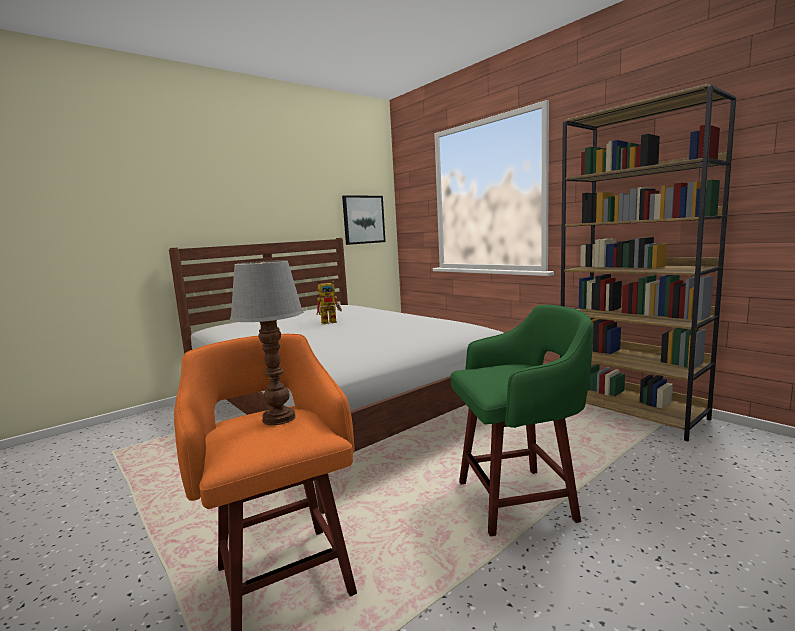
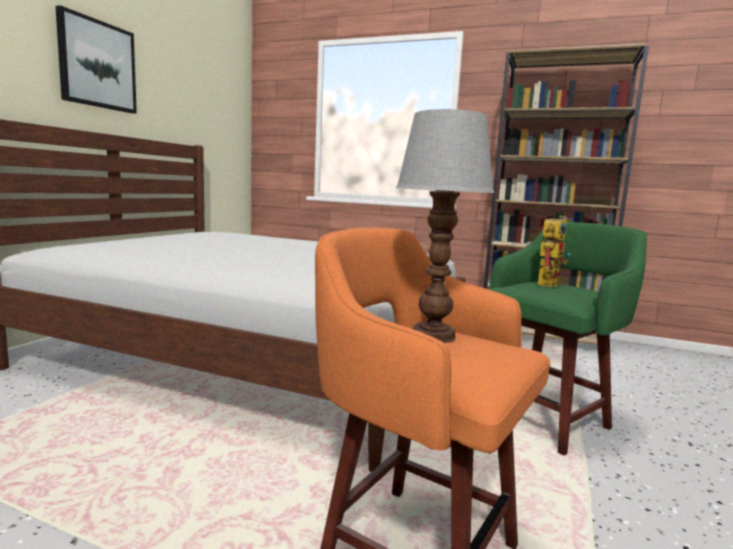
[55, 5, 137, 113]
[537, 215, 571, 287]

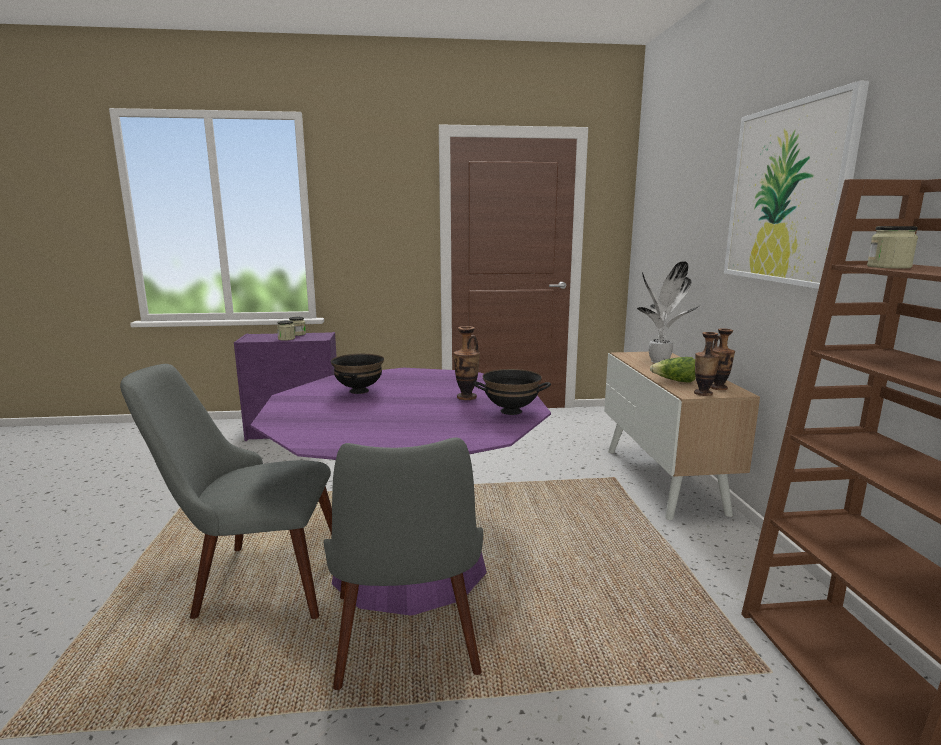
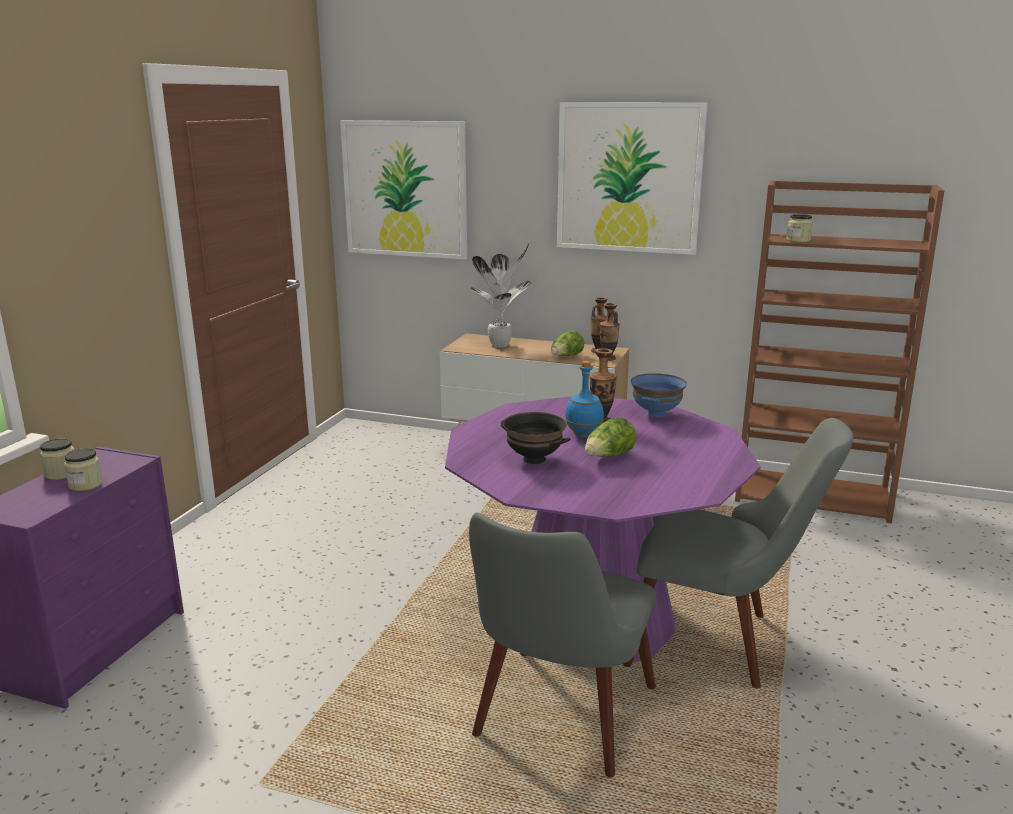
[631, 373, 687, 418]
[340, 120, 467, 259]
[565, 361, 604, 438]
[585, 417, 636, 457]

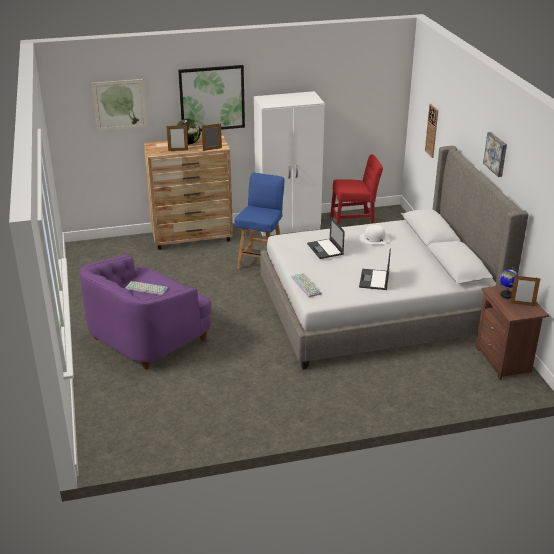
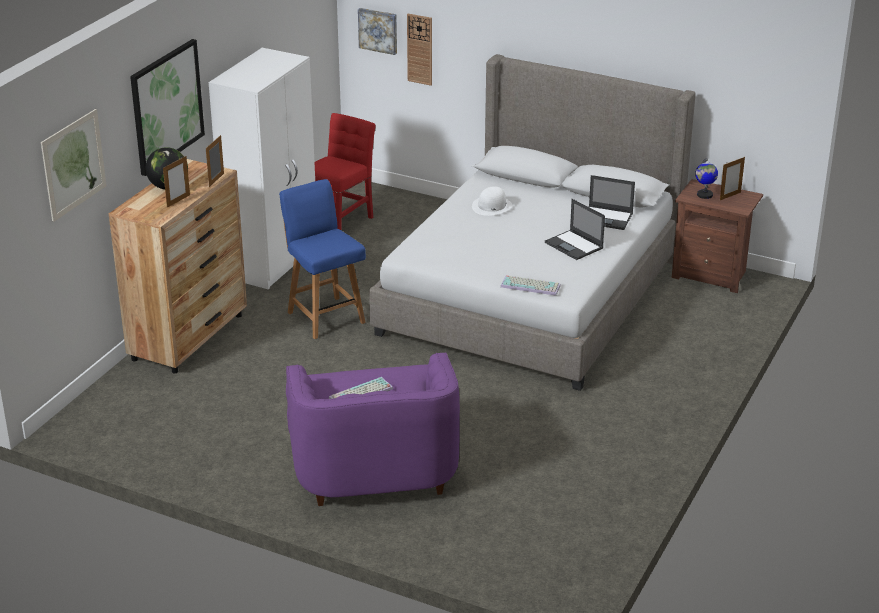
[358, 8, 397, 55]
[589, 175, 635, 230]

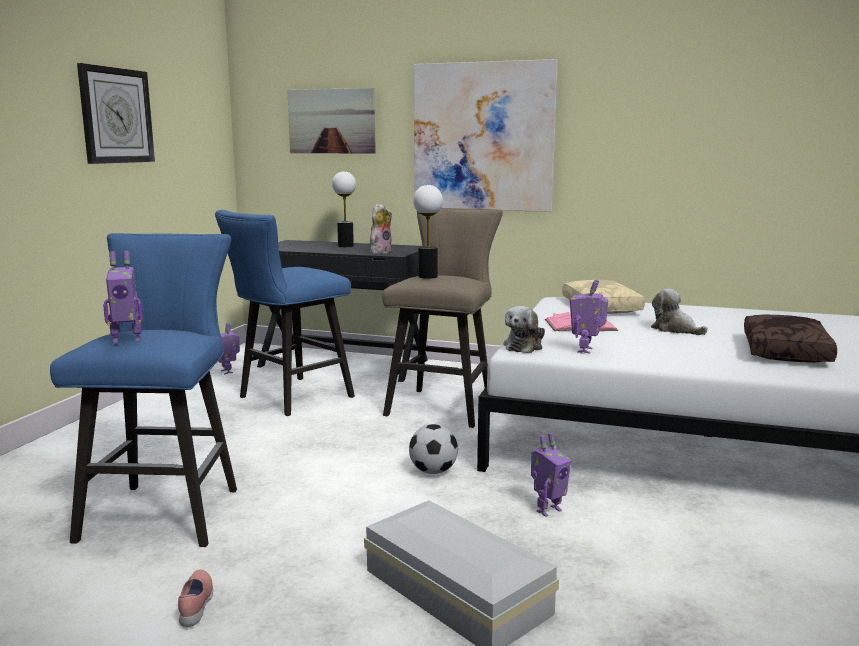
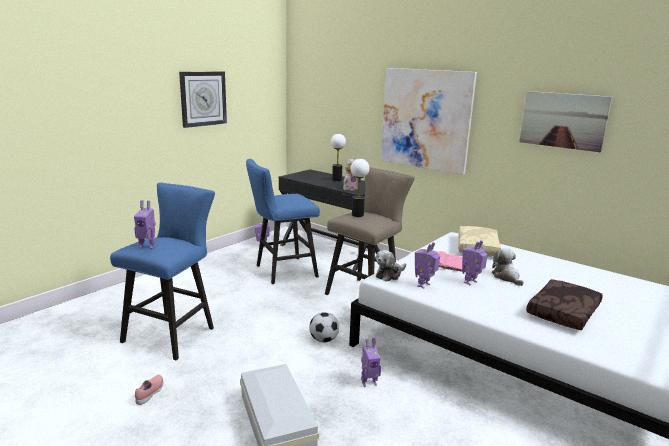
[519, 91, 612, 152]
[462, 240, 488, 285]

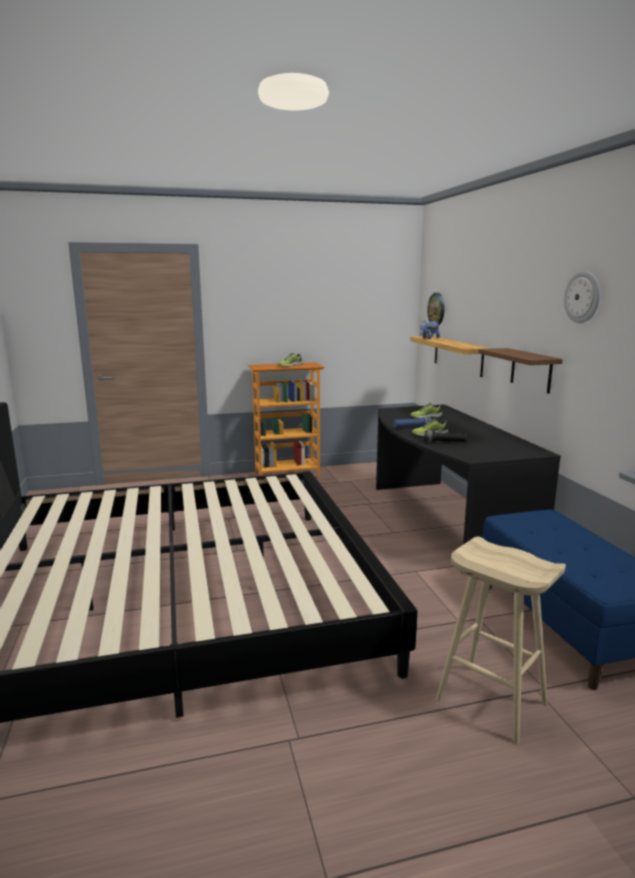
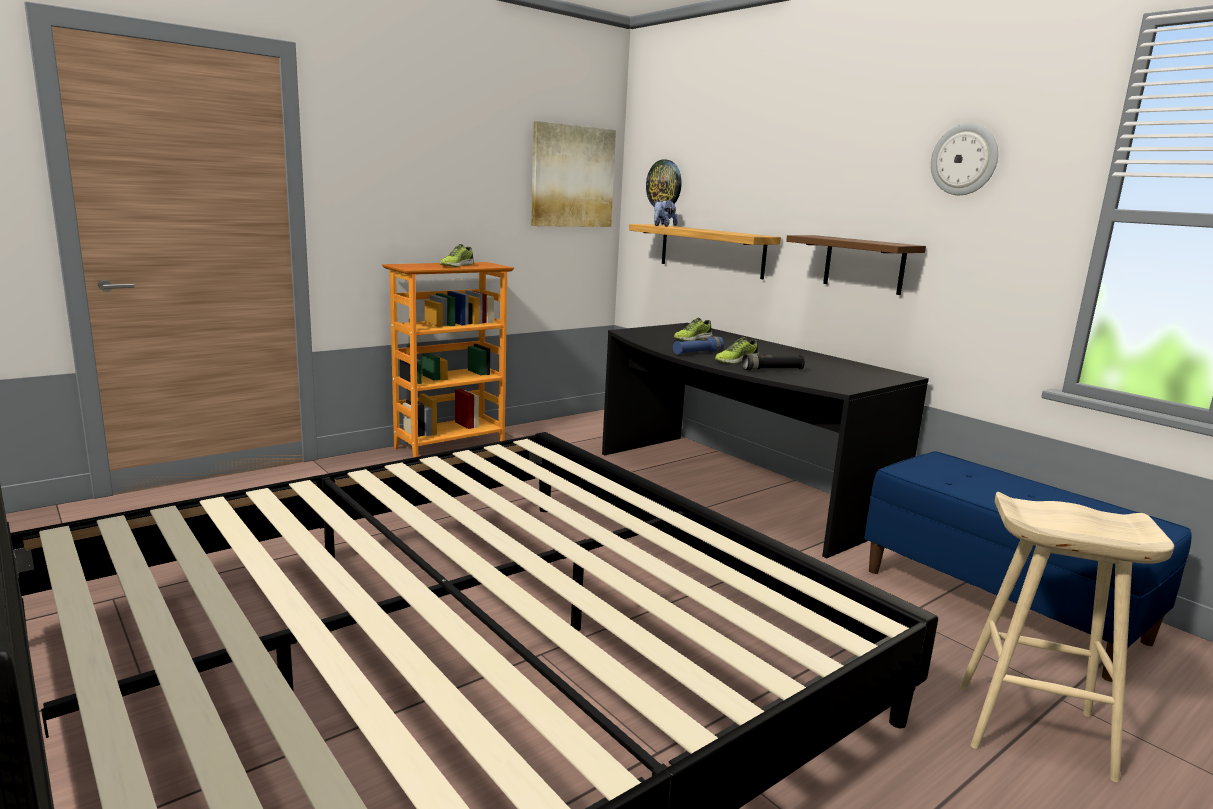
[531, 121, 616, 227]

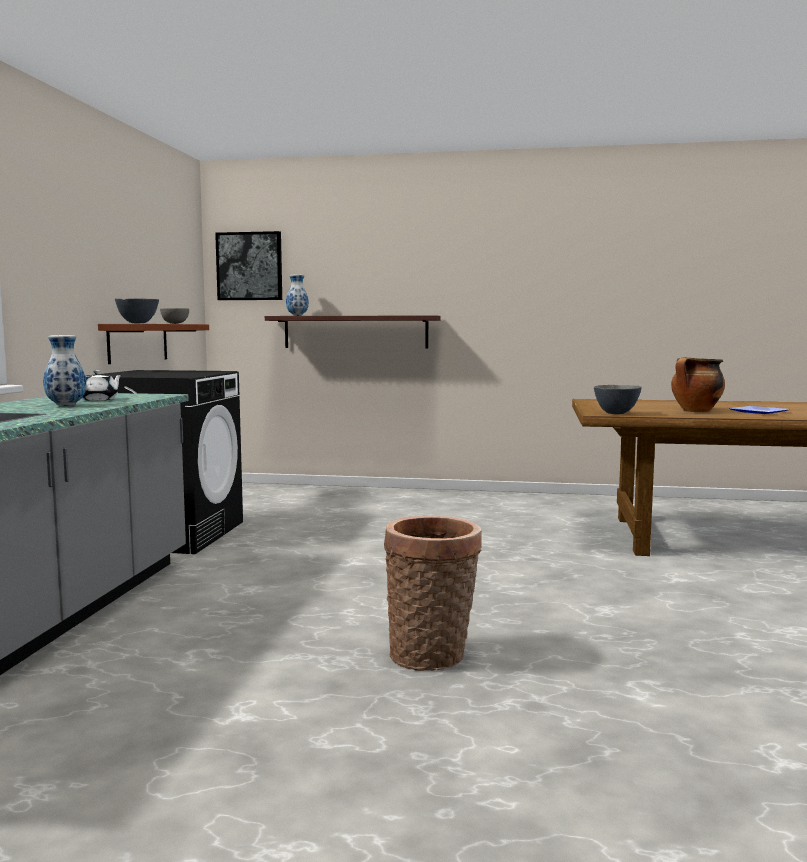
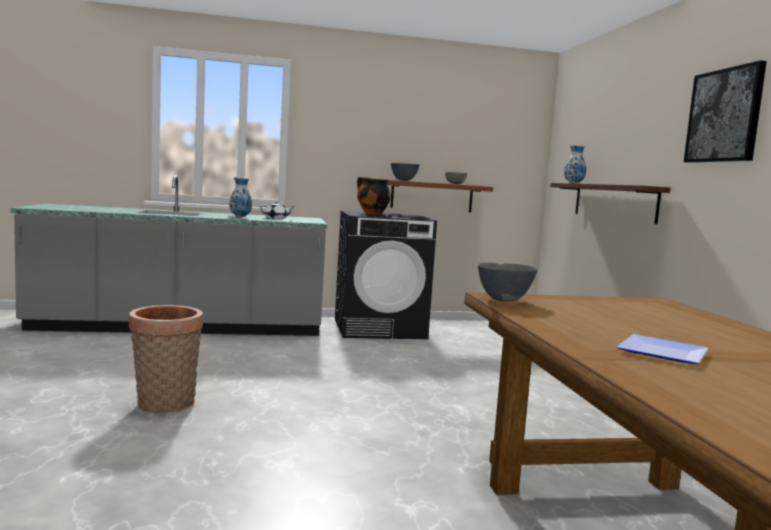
[684, 60, 767, 163]
[357, 177, 391, 215]

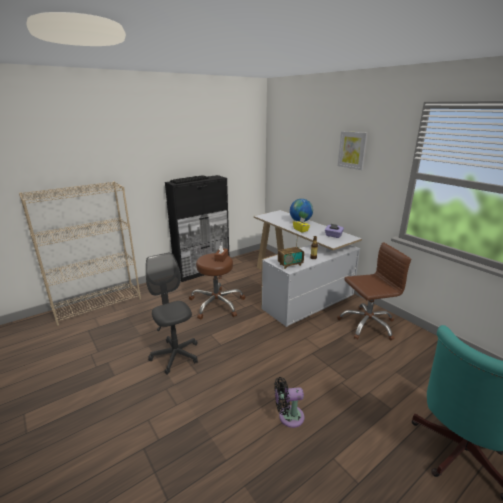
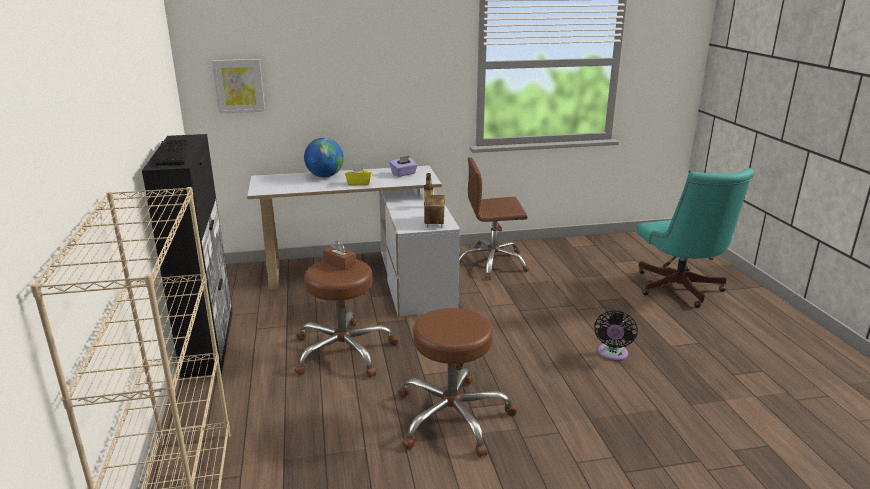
[212, 59, 265, 114]
[459, 157, 530, 279]
[398, 308, 517, 457]

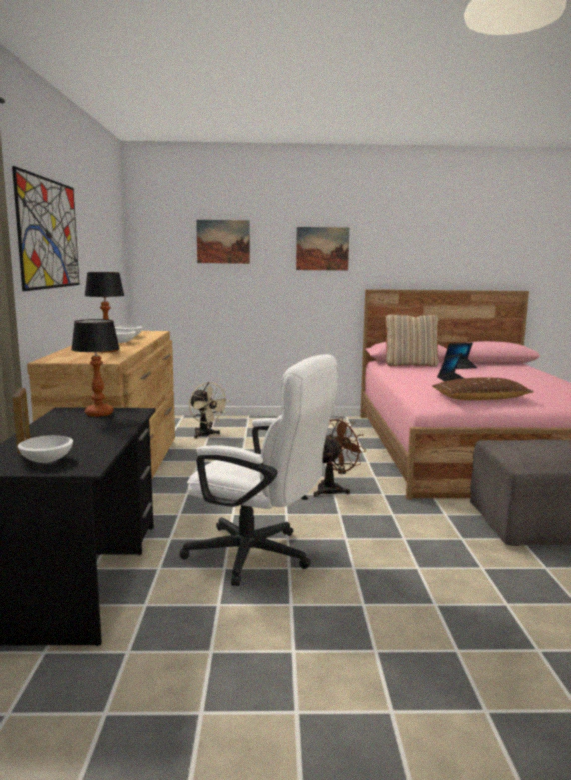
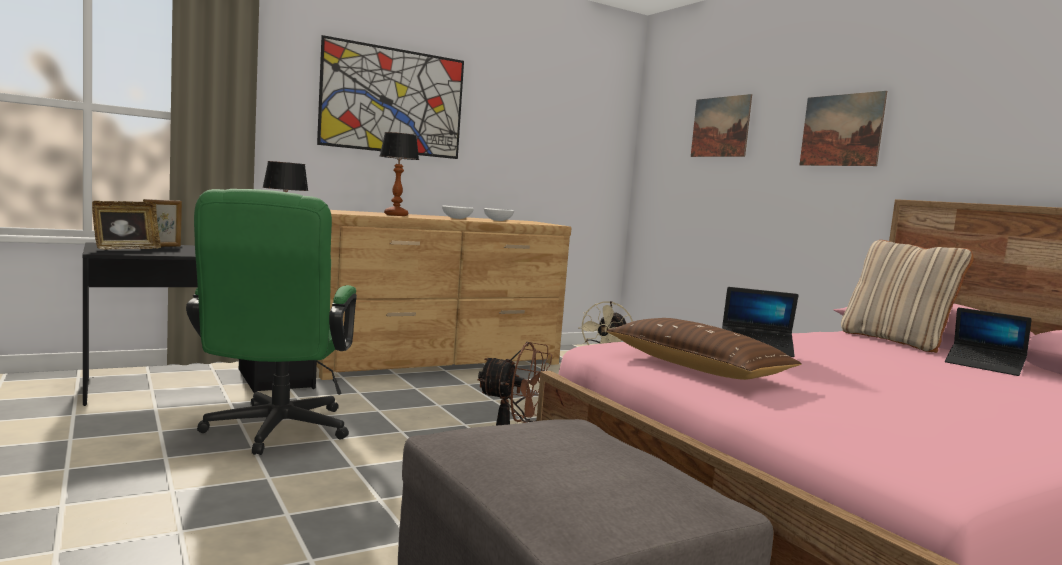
[186, 189, 357, 455]
[92, 201, 161, 249]

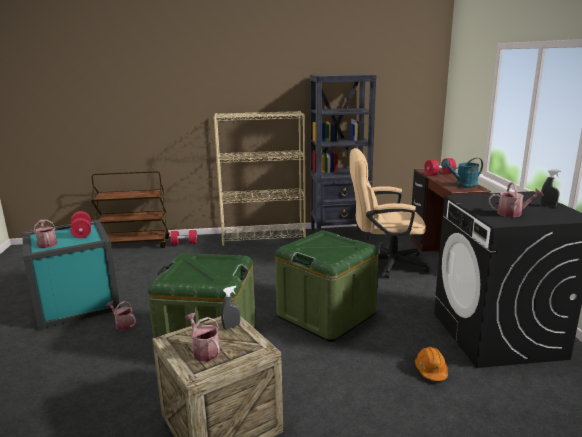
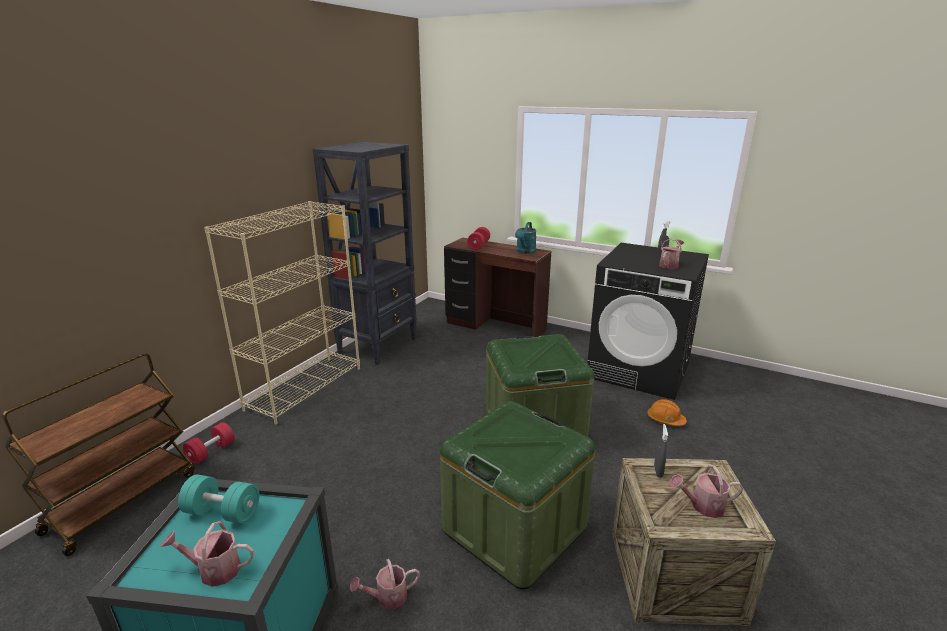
[350, 148, 430, 278] (first image)
[178, 474, 259, 524]

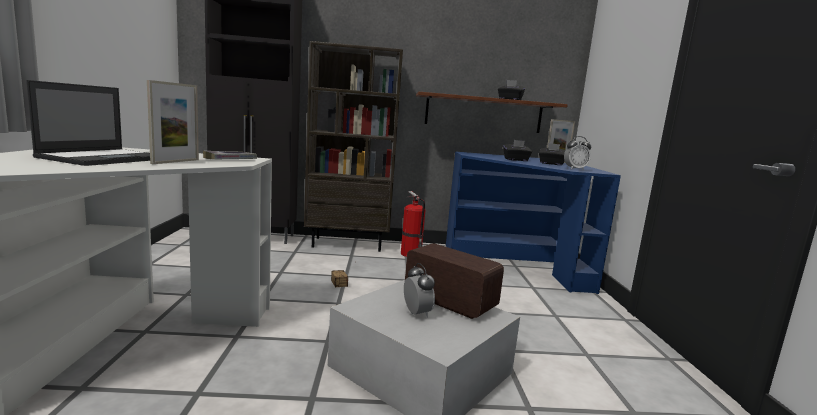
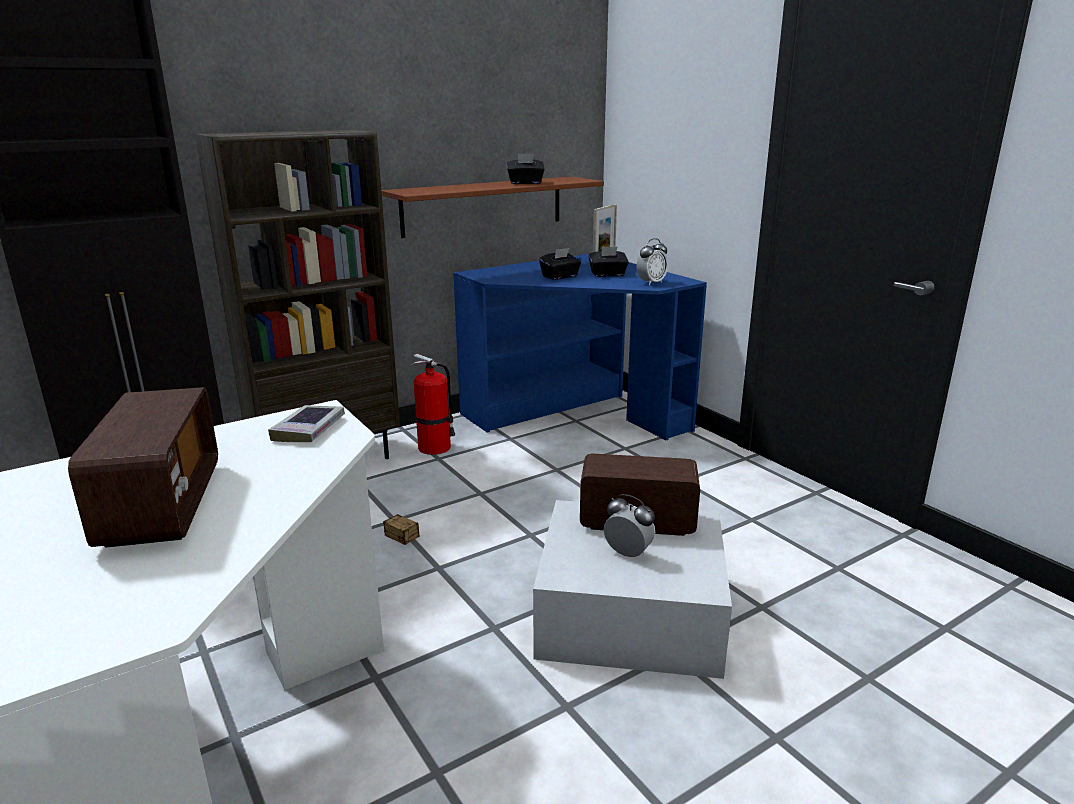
[68, 387, 218, 548]
[147, 80, 199, 164] (first image)

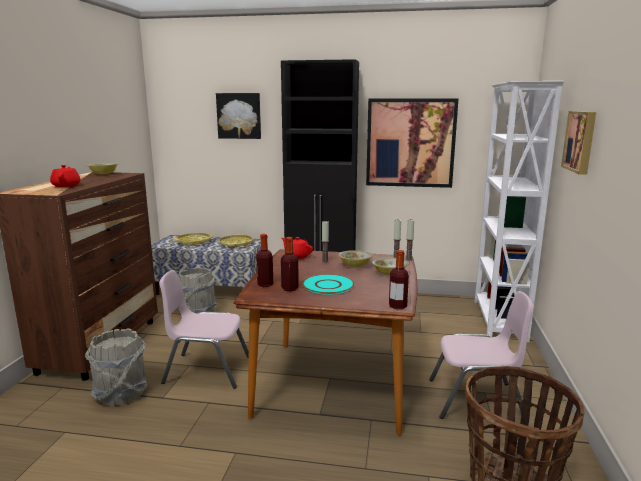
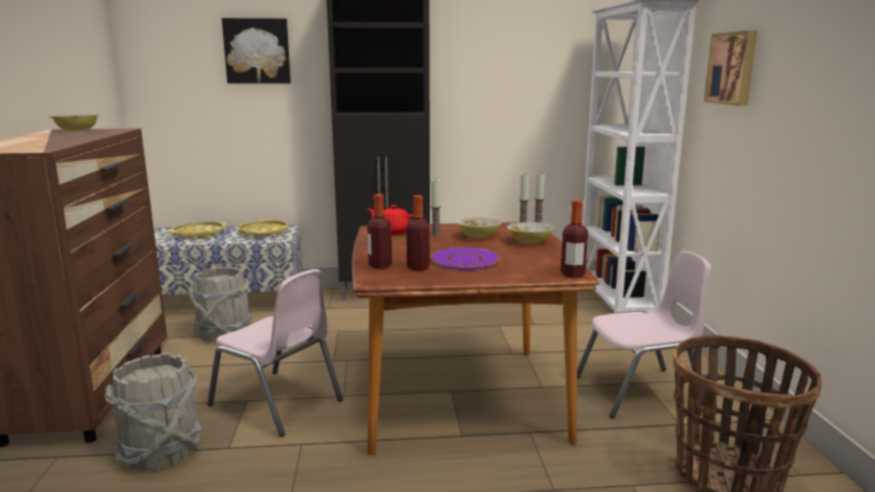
[366, 98, 459, 188] (first image)
[50, 165, 80, 187] (first image)
[207, 269, 343, 437]
[430, 247, 501, 270]

